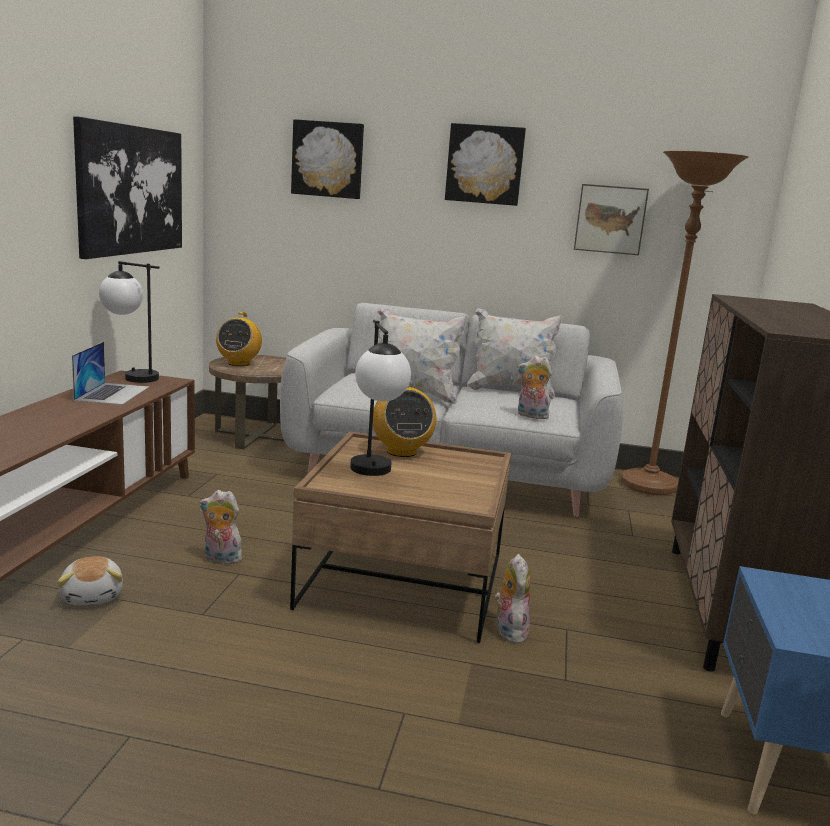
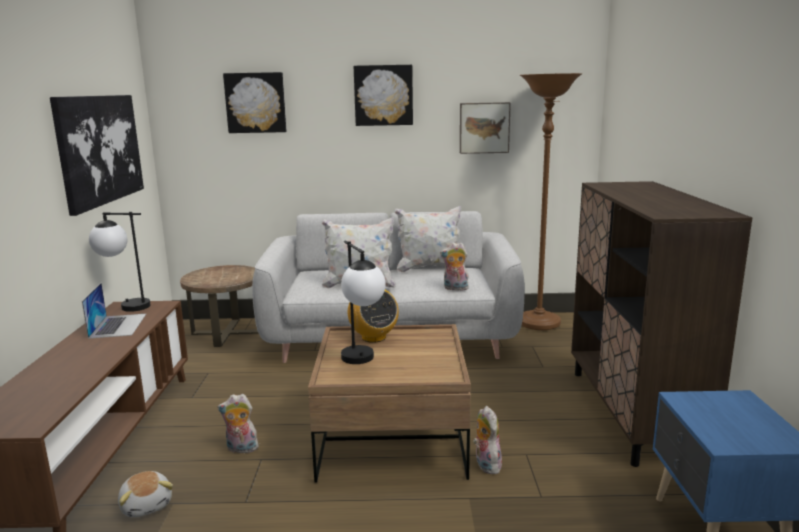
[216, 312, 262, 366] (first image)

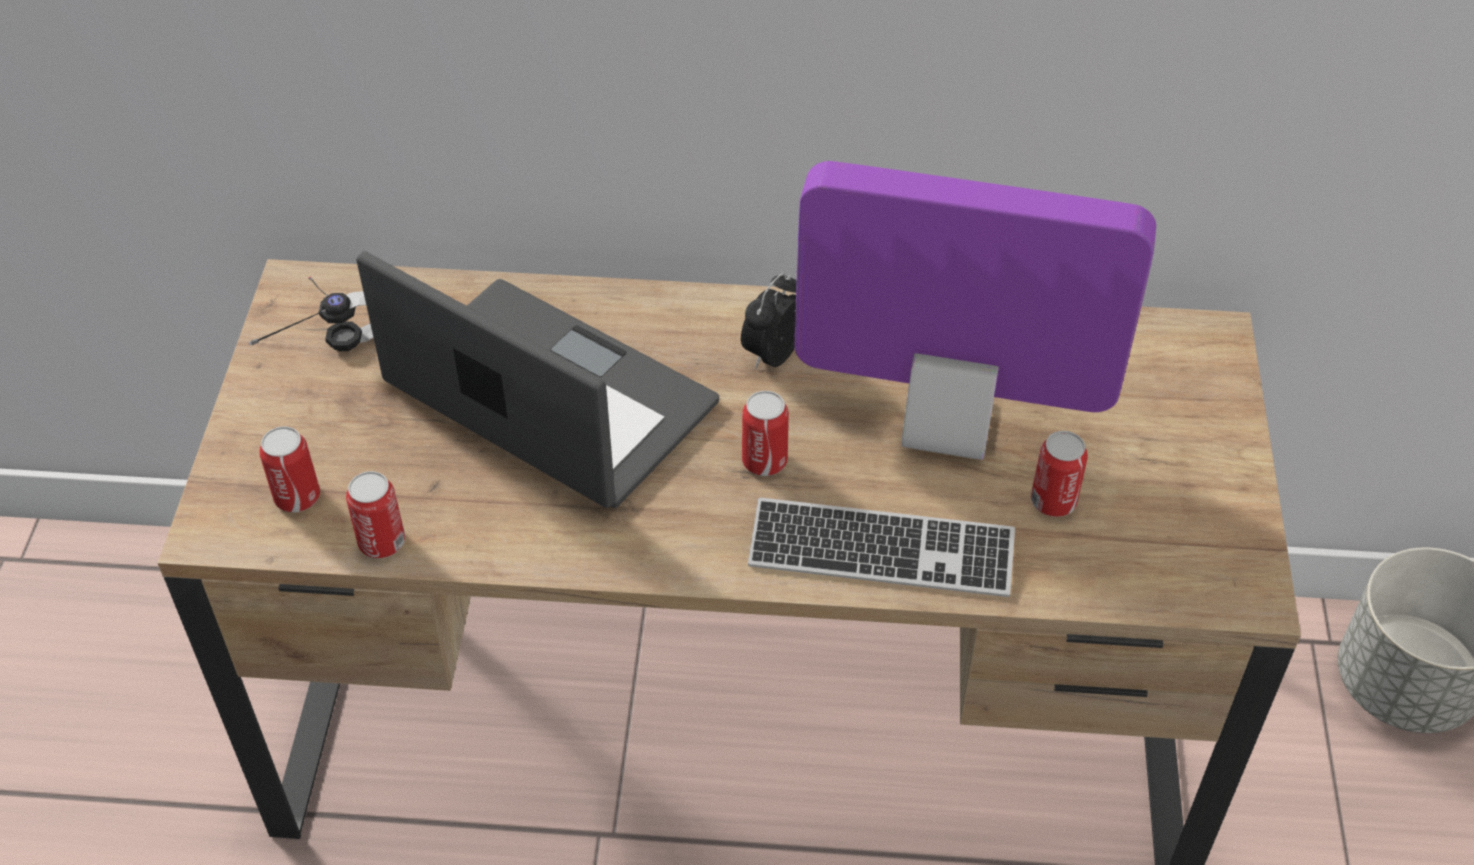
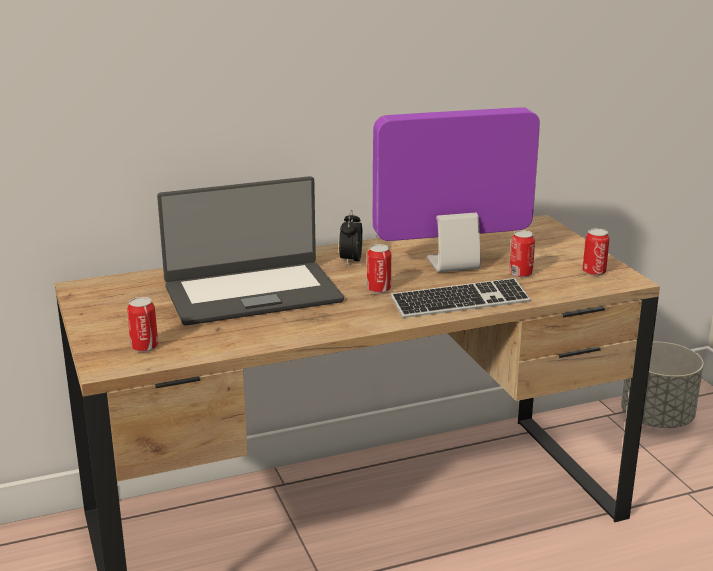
[157, 176, 344, 326]
[248, 276, 373, 351] (first image)
[583, 228, 610, 276]

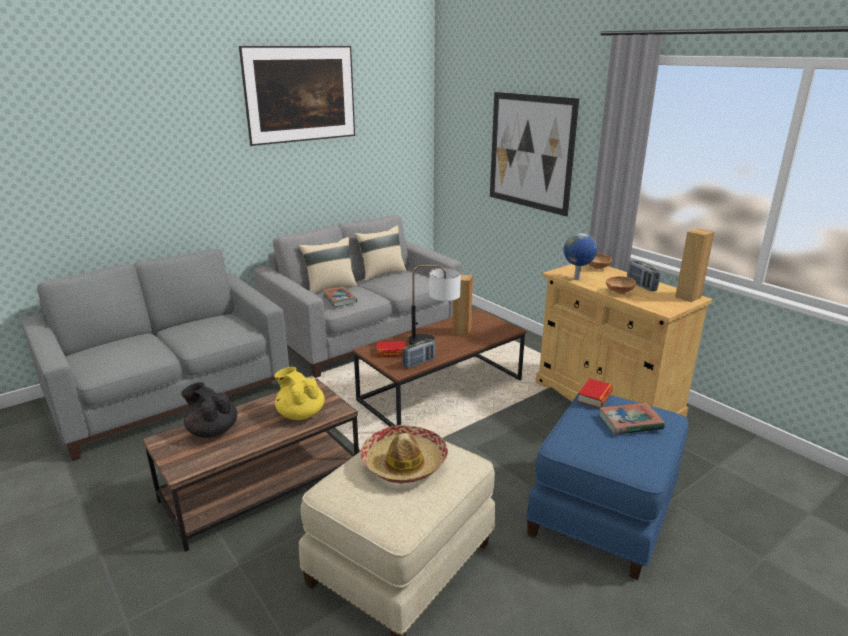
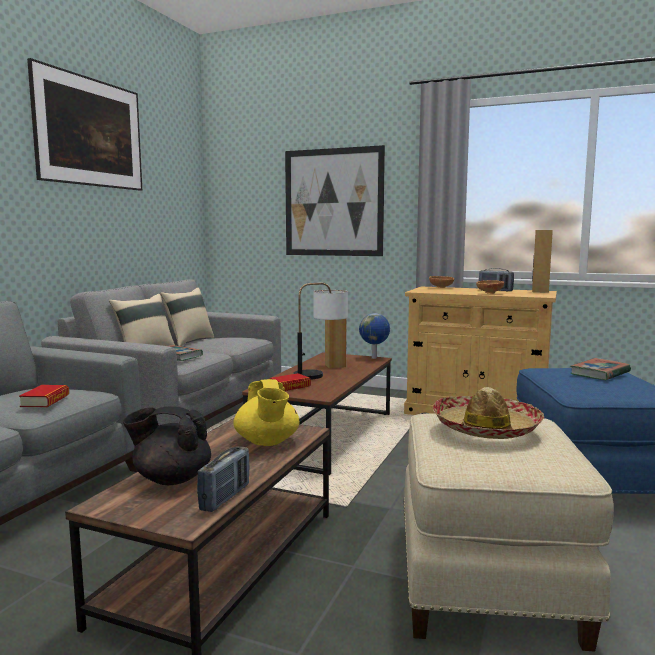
[359, 313, 390, 359]
[197, 446, 250, 512]
[234, 379, 300, 446]
[19, 385, 69, 407]

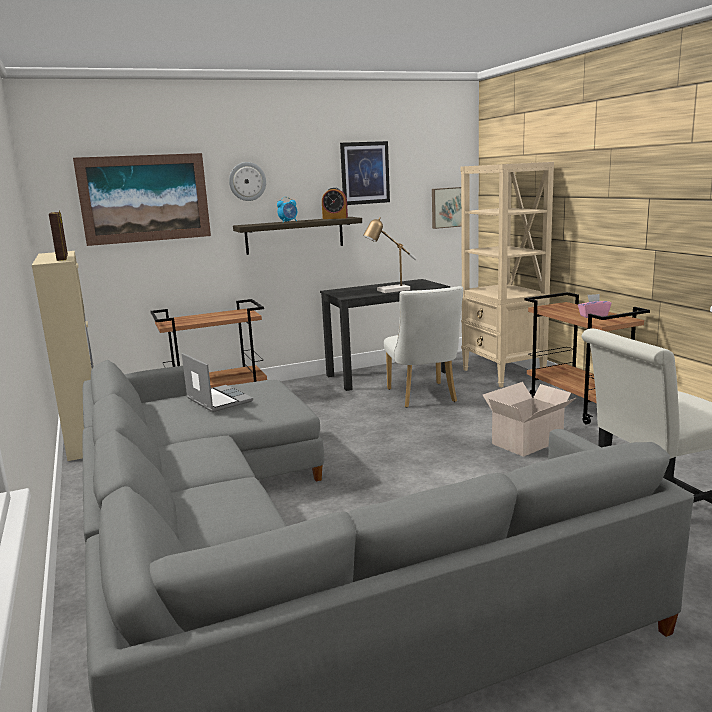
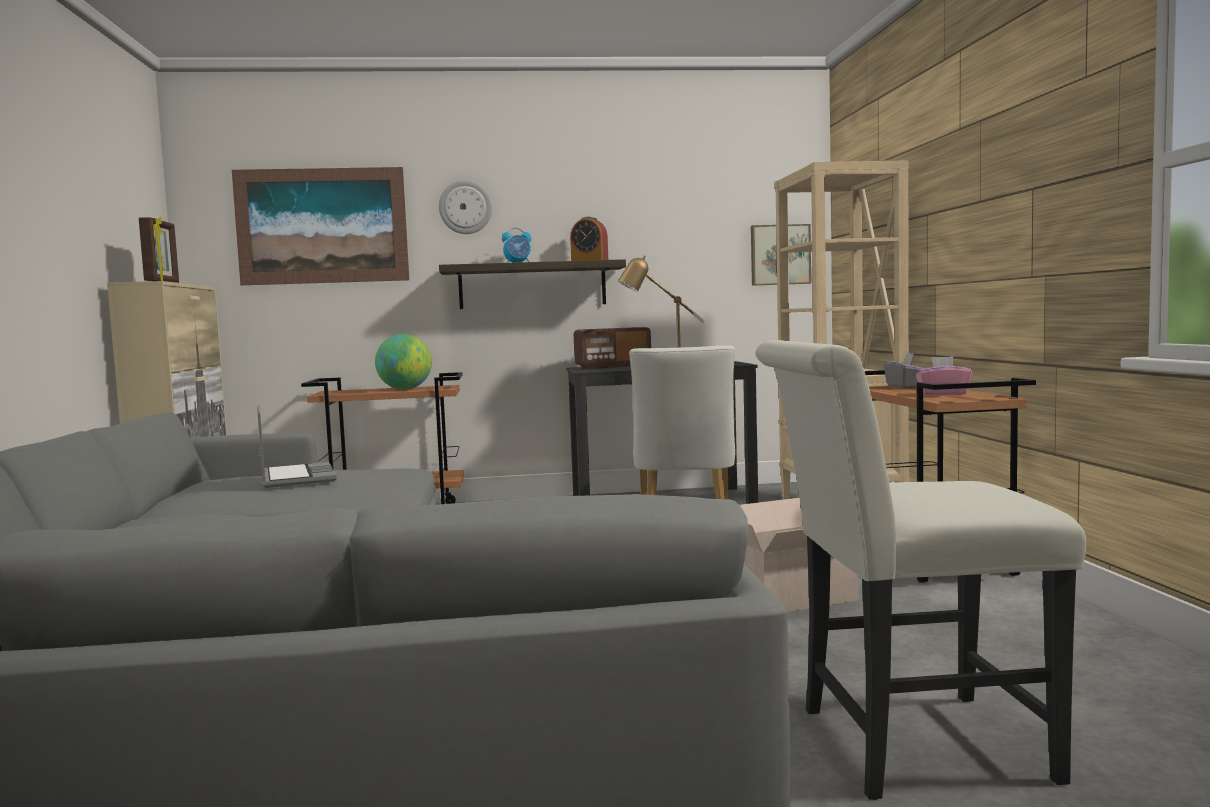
[340, 141, 390, 205] (first image)
[574, 327, 651, 369]
[375, 334, 432, 390]
[884, 353, 925, 388]

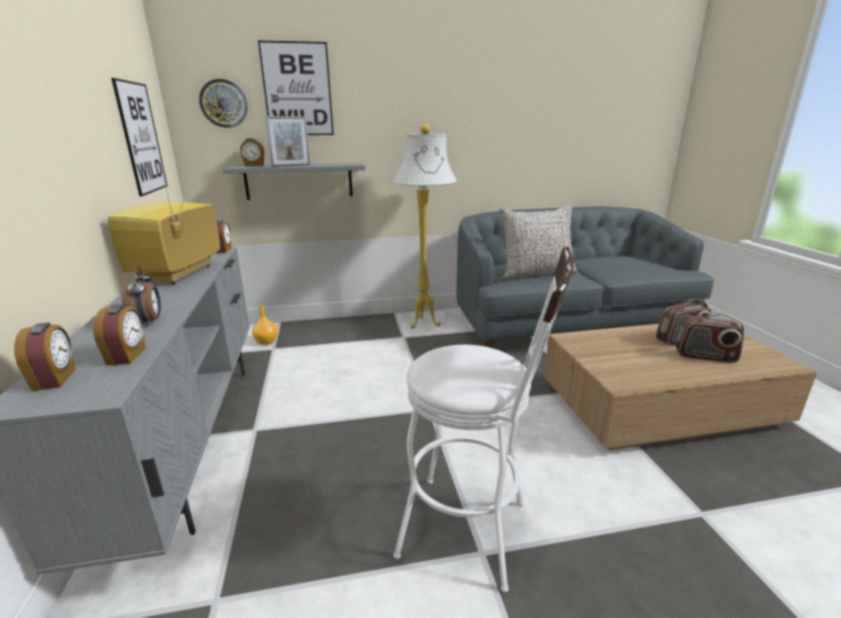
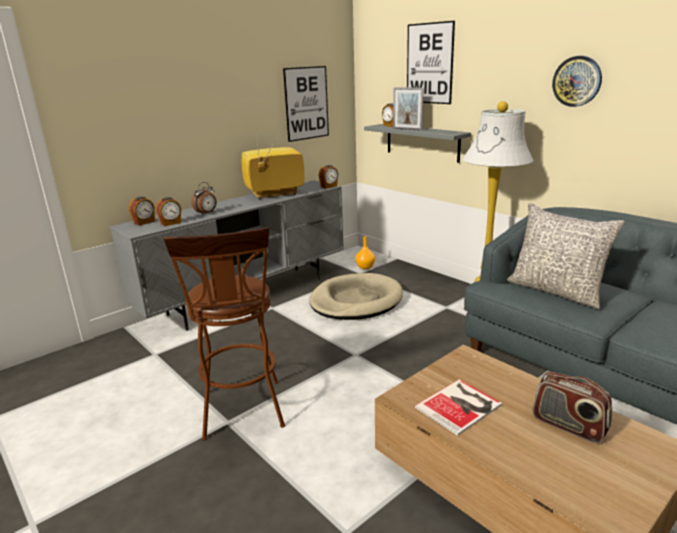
[552, 56, 602, 107]
[163, 227, 285, 440]
[676, 314, 744, 363] (first image)
[309, 273, 403, 320]
[415, 379, 502, 436]

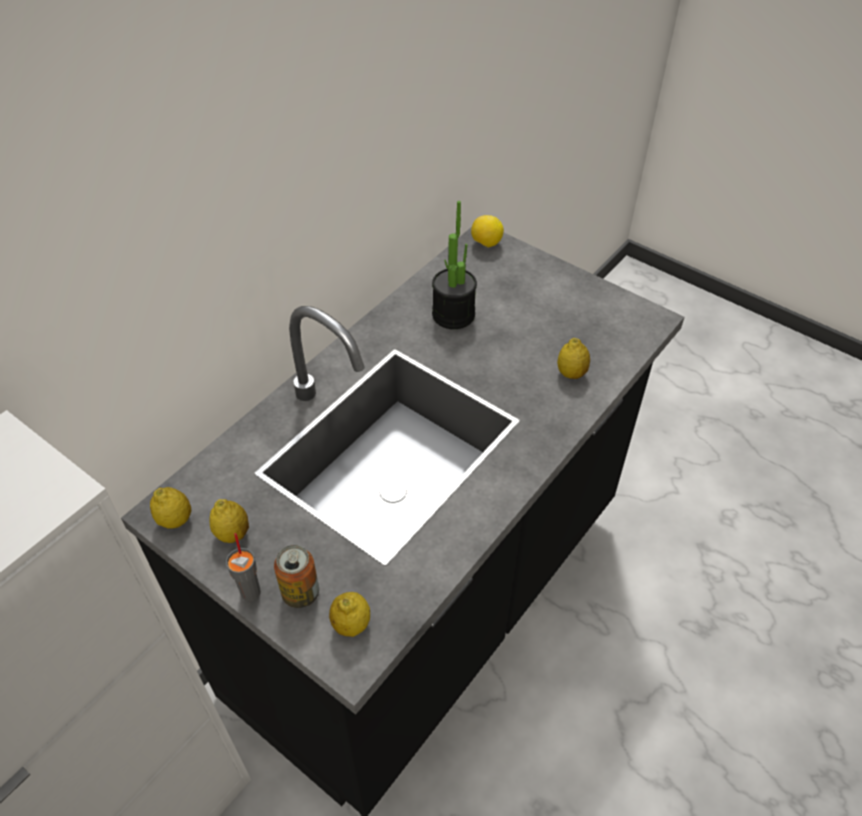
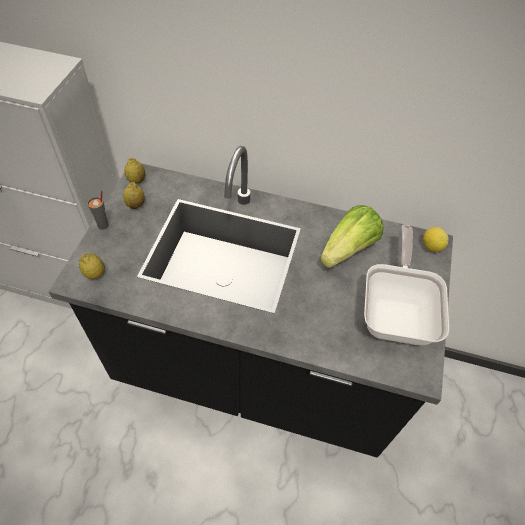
[320, 205, 384, 268]
[557, 338, 590, 379] (first image)
[274, 545, 319, 608] (first image)
[364, 225, 449, 345]

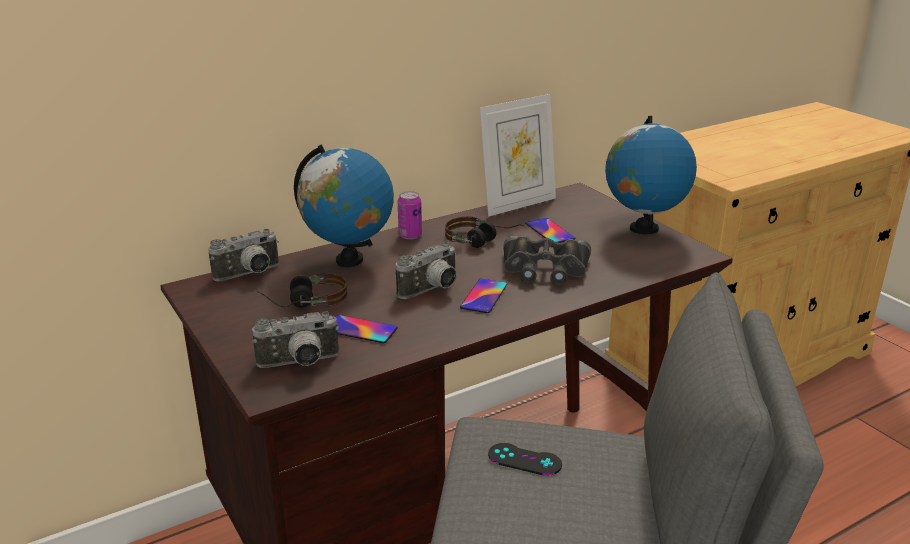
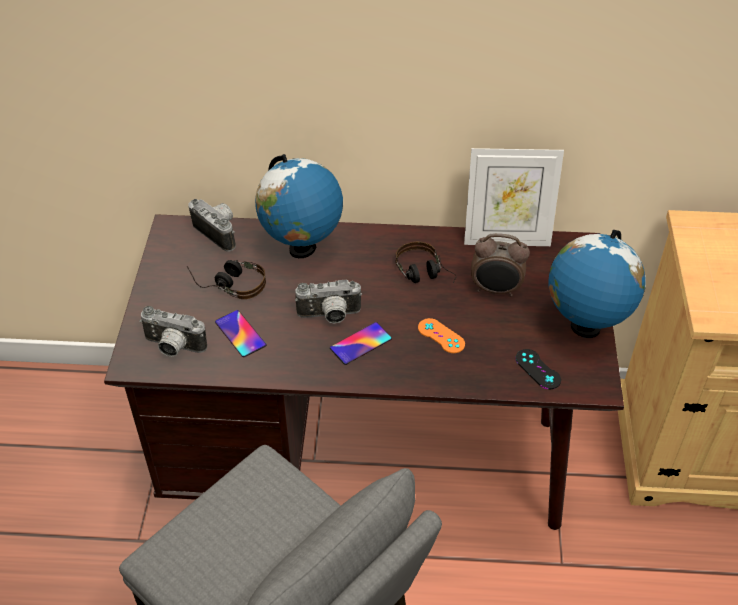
[398, 191, 422, 240] (first image)
[471, 233, 530, 296]
[188, 199, 236, 252]
[418, 318, 465, 353]
[515, 349, 561, 389]

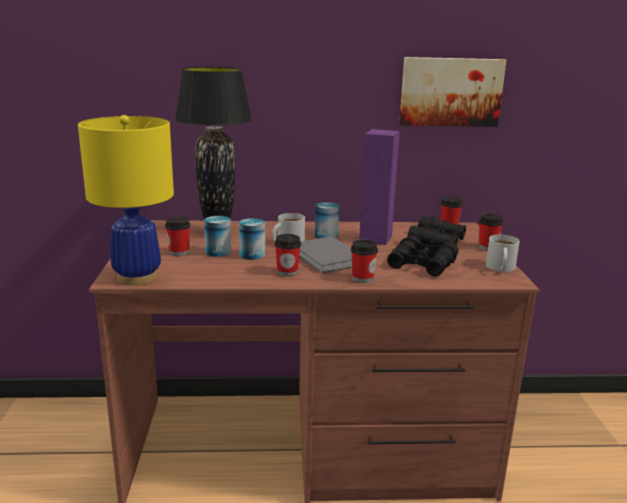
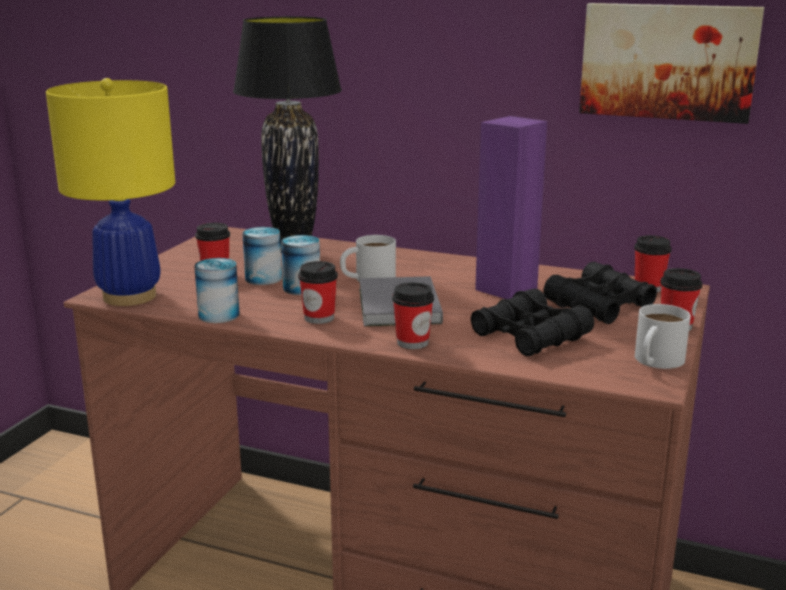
[194, 258, 240, 323]

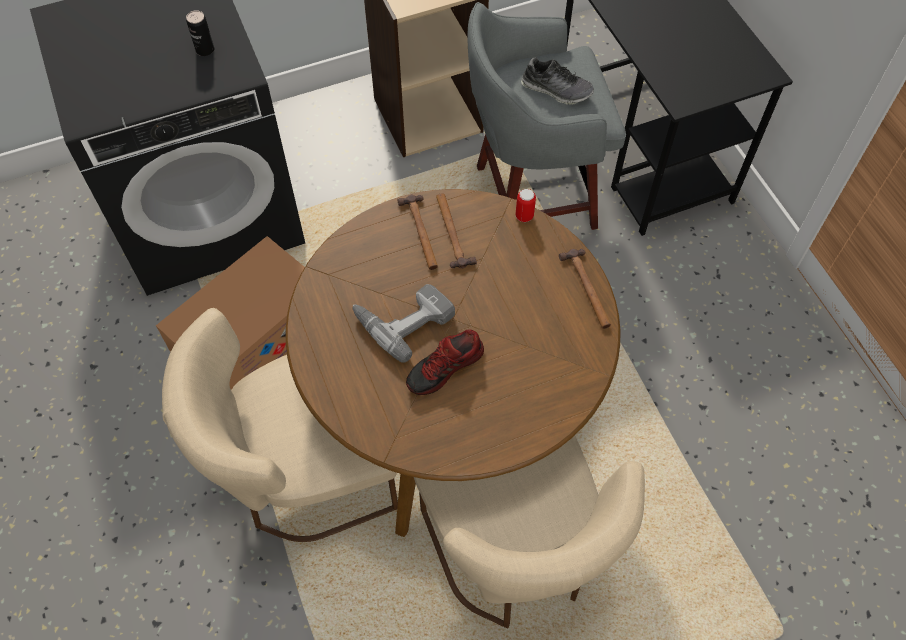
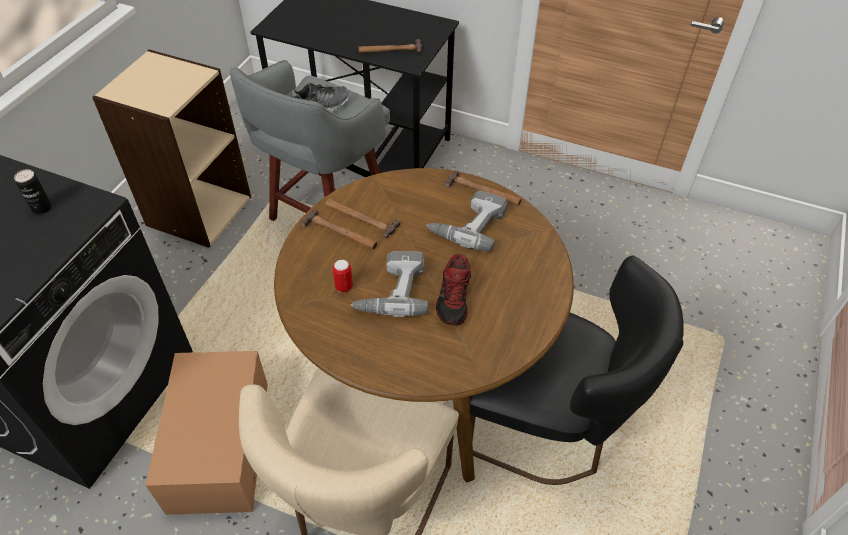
[333, 260, 353, 293]
[470, 256, 684, 485]
[358, 39, 422, 53]
[426, 191, 508, 252]

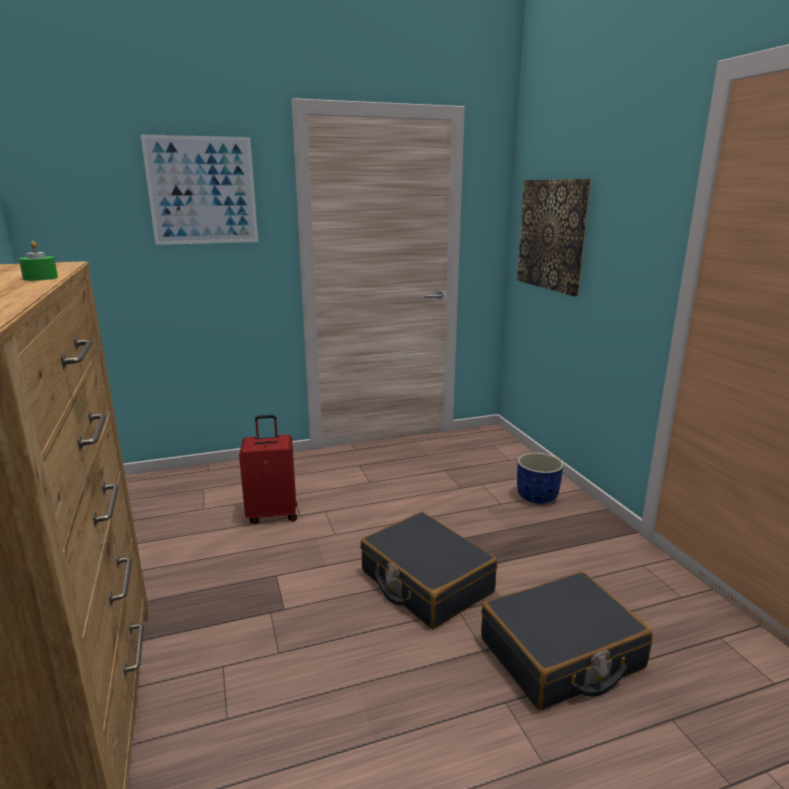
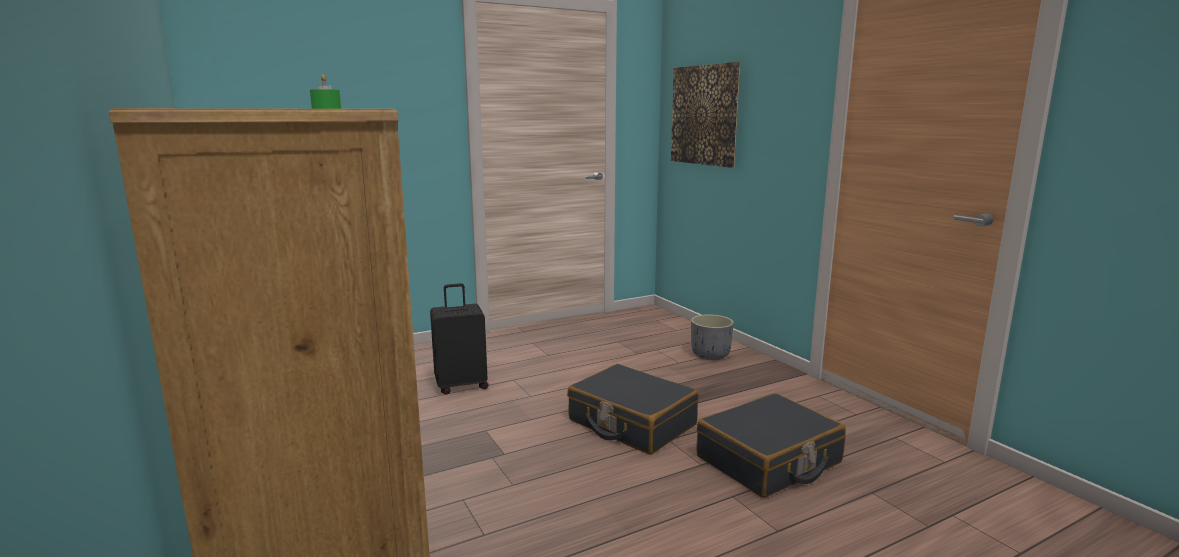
[141, 135, 258, 245] (first image)
[430, 283, 488, 395]
[691, 314, 734, 360]

